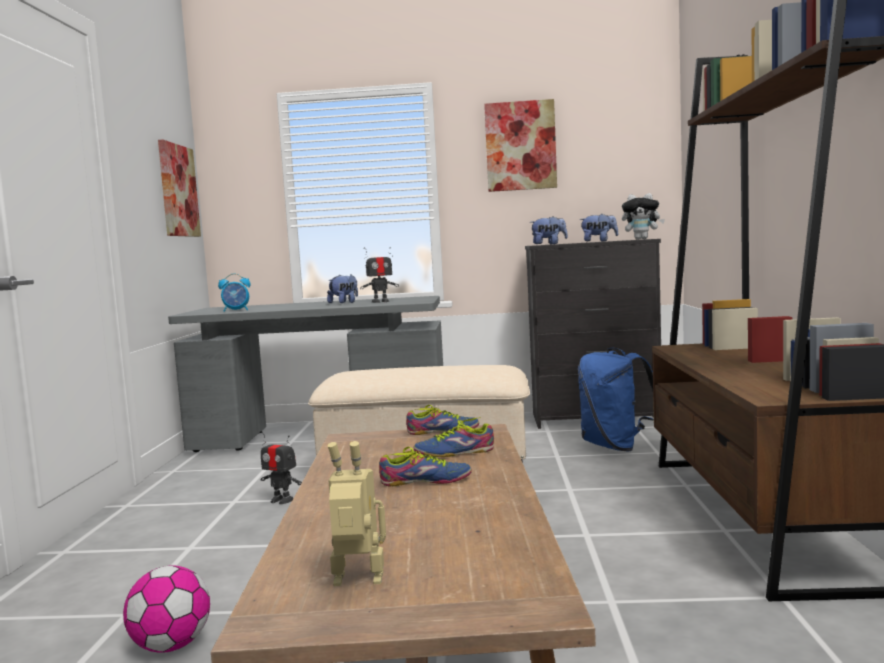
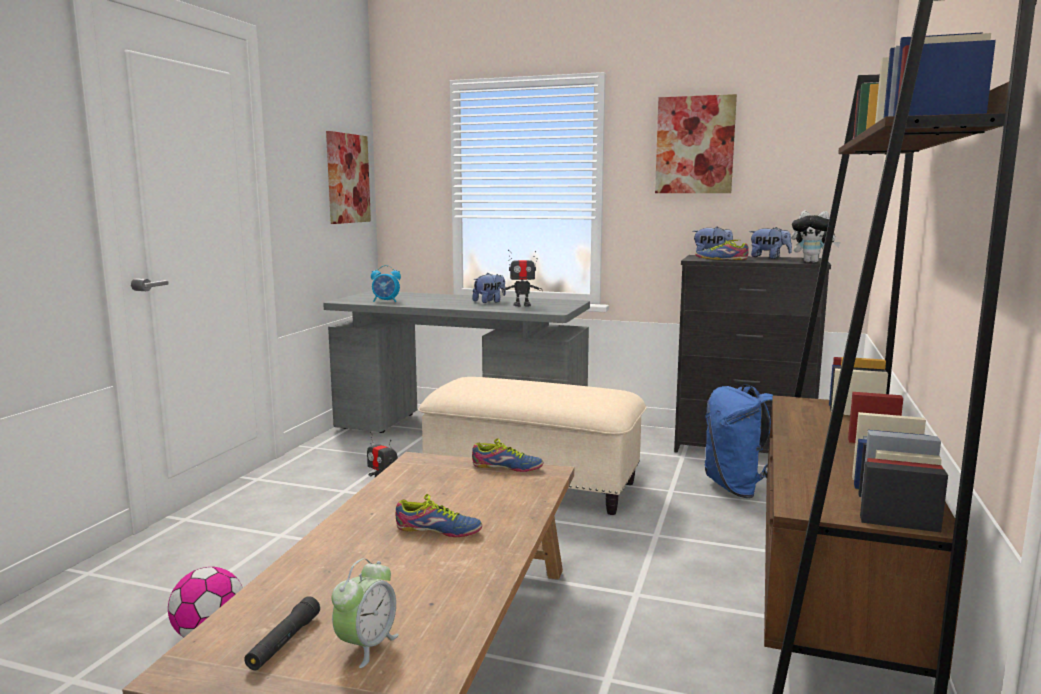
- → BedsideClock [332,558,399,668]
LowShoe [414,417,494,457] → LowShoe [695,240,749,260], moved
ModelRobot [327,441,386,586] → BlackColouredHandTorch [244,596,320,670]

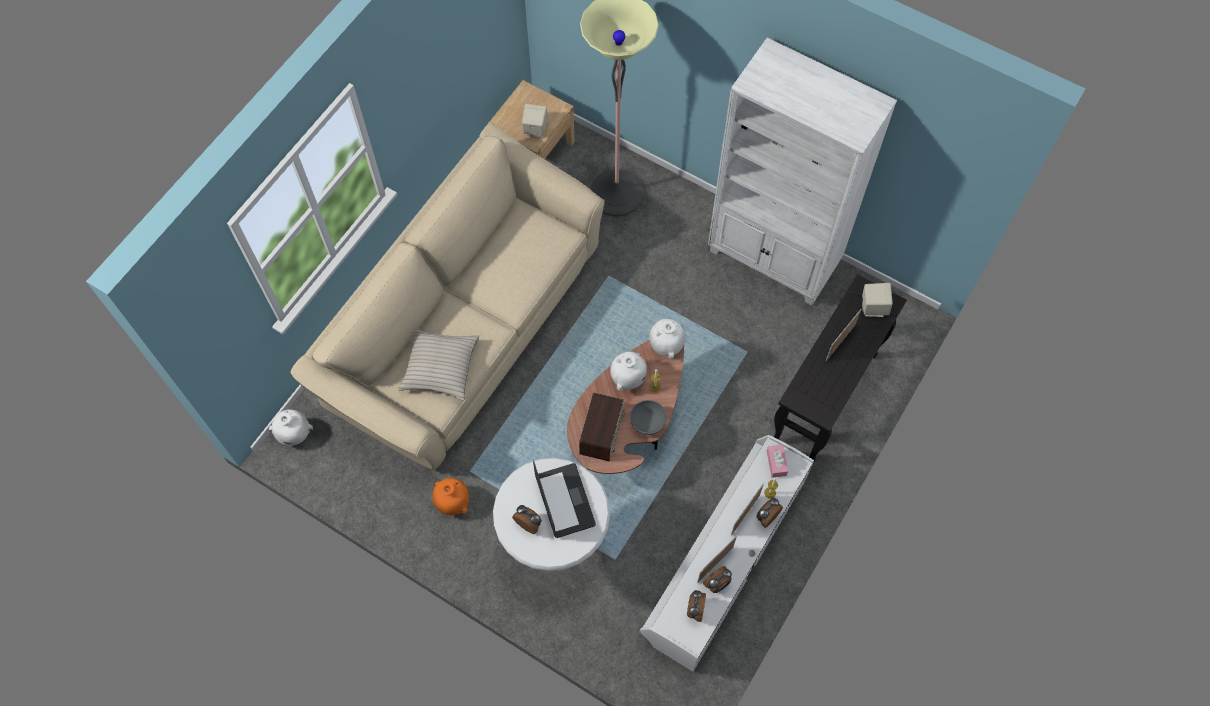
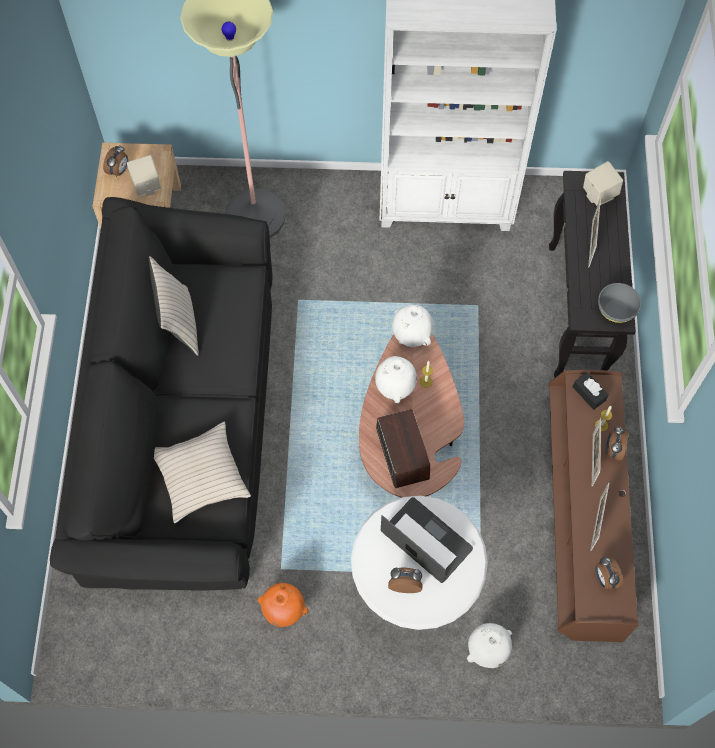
- → SandColouredPillow [149,256,199,356]
WhiteColouredFlowerVase [269,409,313,446] → WhiteColouredFlowerVase [467,623,512,668], moved
GrayDeepDish [630,400,667,435] → GrayDeepDish [598,283,641,323], moved
BedsideClock [703,566,732,593] → BedsideClock [103,145,128,177], moved
SandColouredSettee [291,123,605,471] → BlackColouredSettee [50,197,273,591]
WhiteColouredTvStand [640,435,814,672] → BrownColouredTvStand [549,370,639,642]
PinkTissueHolder [767,445,788,478] → BlackColouredTissueHolder [573,372,609,410]

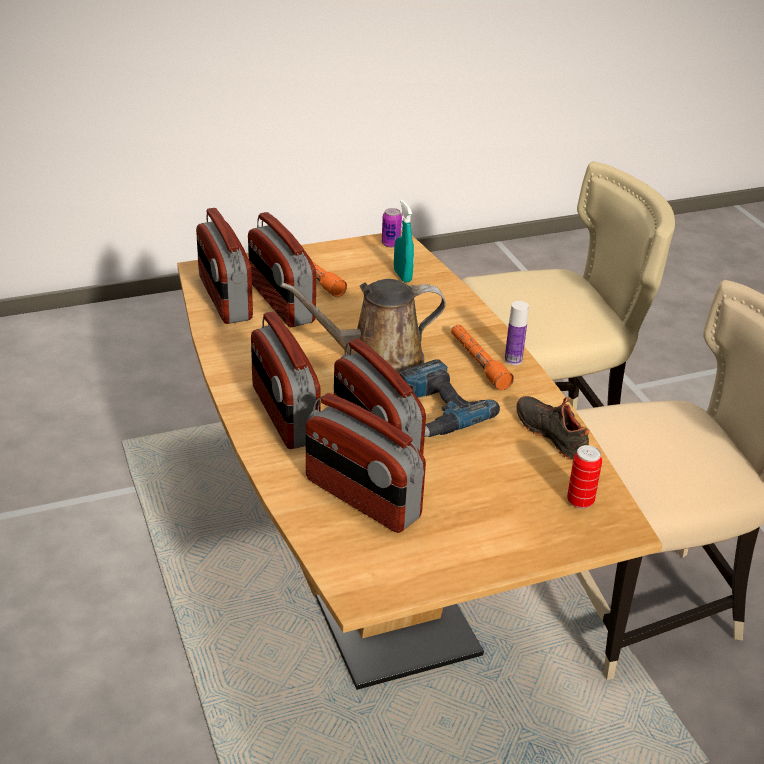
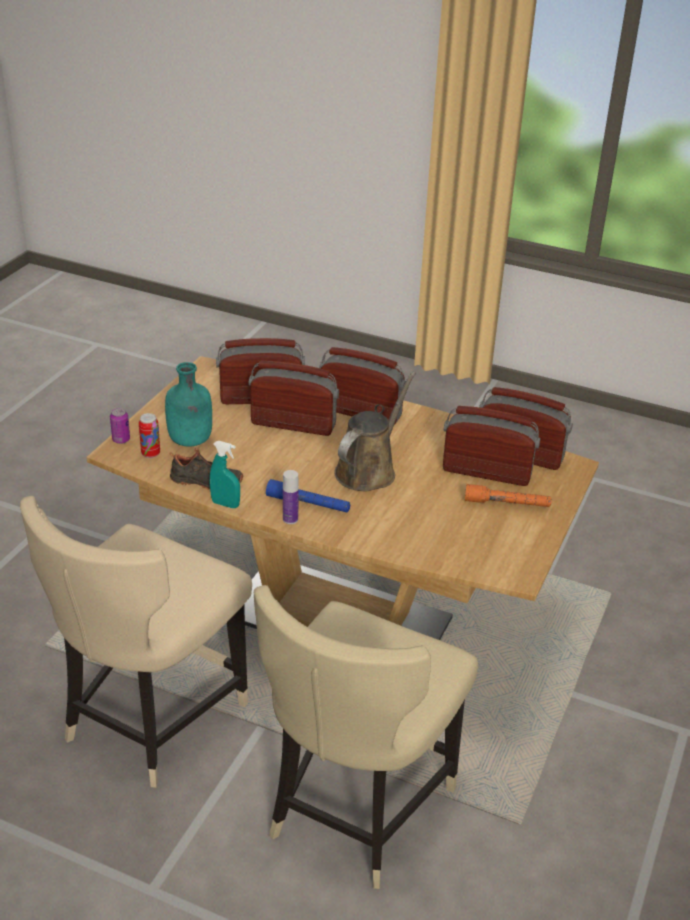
PowerDrill [399,359,500,437] → -
- → BlueGreenBeverageBottle [165,362,212,447]
MetalCan [382,208,402,247] → MetalCan [110,408,130,444], moved
BlueGreenSprayBottle [394,200,414,283] → BlueGreenSprayBottle [210,441,240,508], moved
OrangeHandTorch [451,324,514,391] → BlueColouredHandTorch [266,479,350,512]

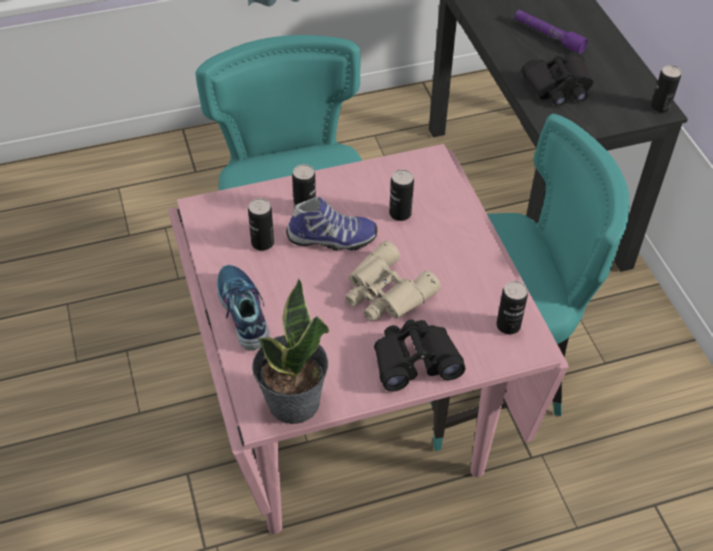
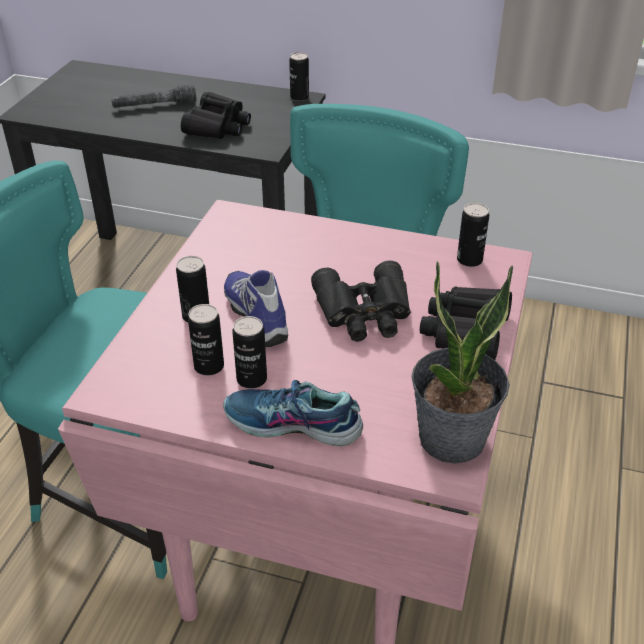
MetalCan [389,169,414,221] → MetalCan [232,316,267,388], moved
SandColouredBinoculars [346,240,441,322] → BlackColouredBinoculars [311,261,411,342]
PurpleHandTorch [515,10,588,54] → GrayHandTorch [111,84,196,108]
LowShoe [286,196,377,251] → LowShoe [224,270,288,347], 60 degrees counterclockwise

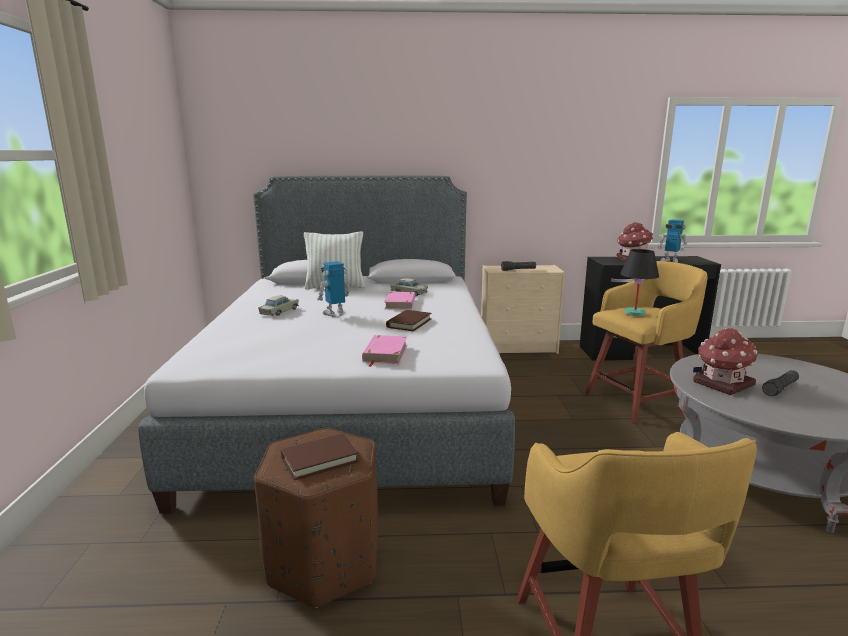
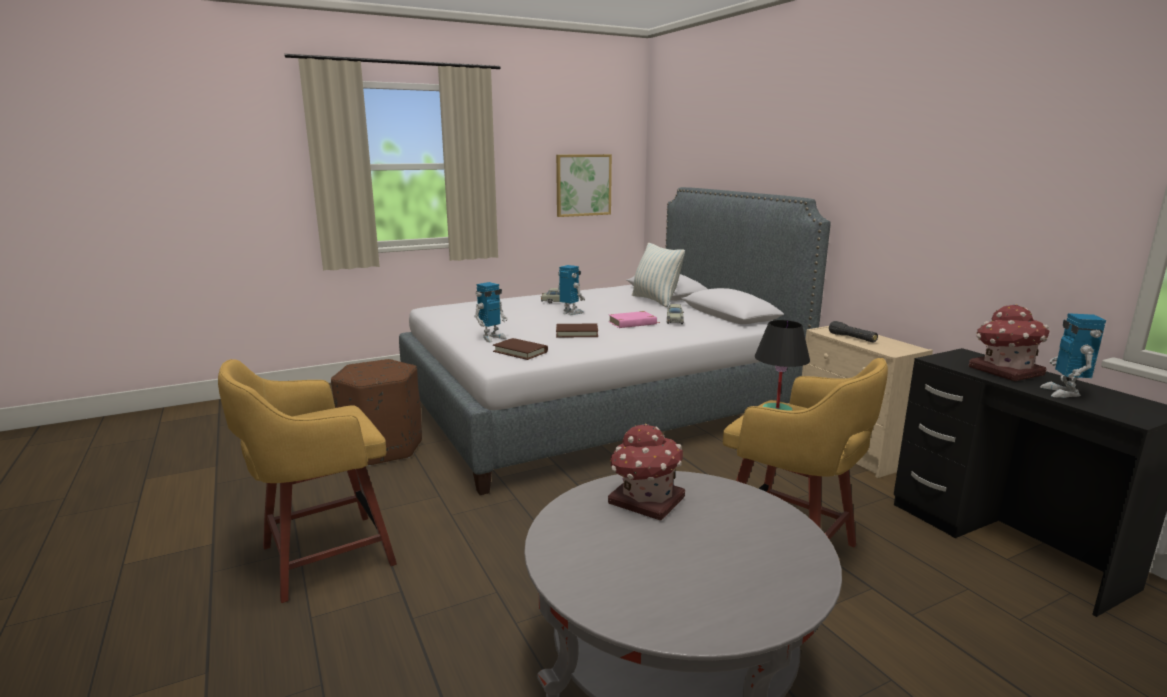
BlackColouredHandTorch [762,370,799,396] → -
- → WallPicture [556,154,612,217]
BrownColouredBook [281,434,359,480] → BrownColouredBook [493,338,548,360], moved
PinkBook [362,335,407,367] → ModelRobot [474,282,507,343]

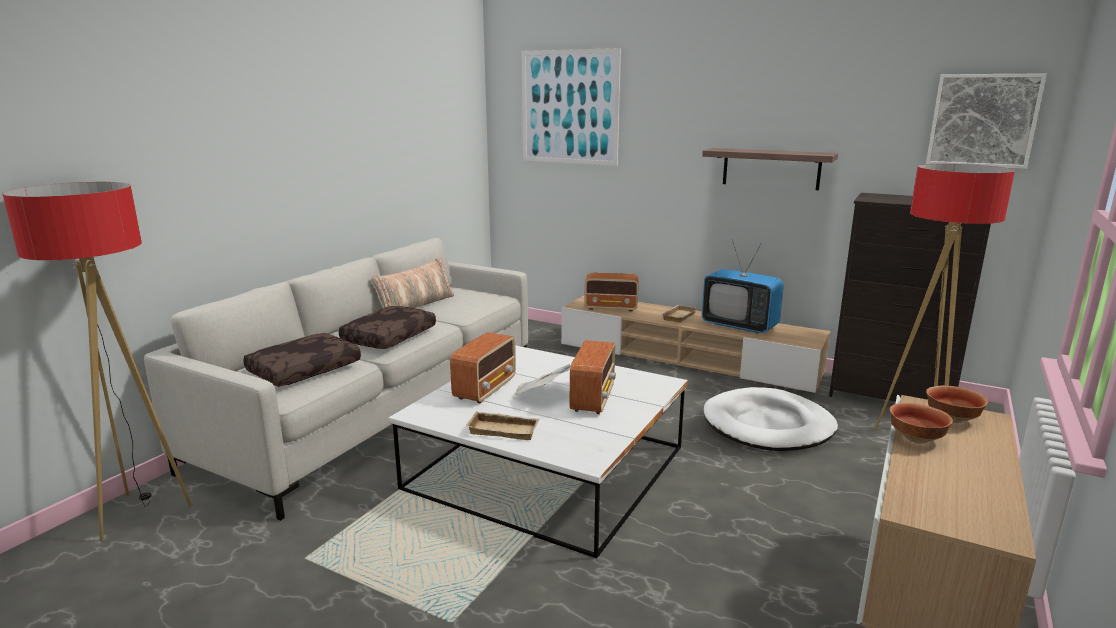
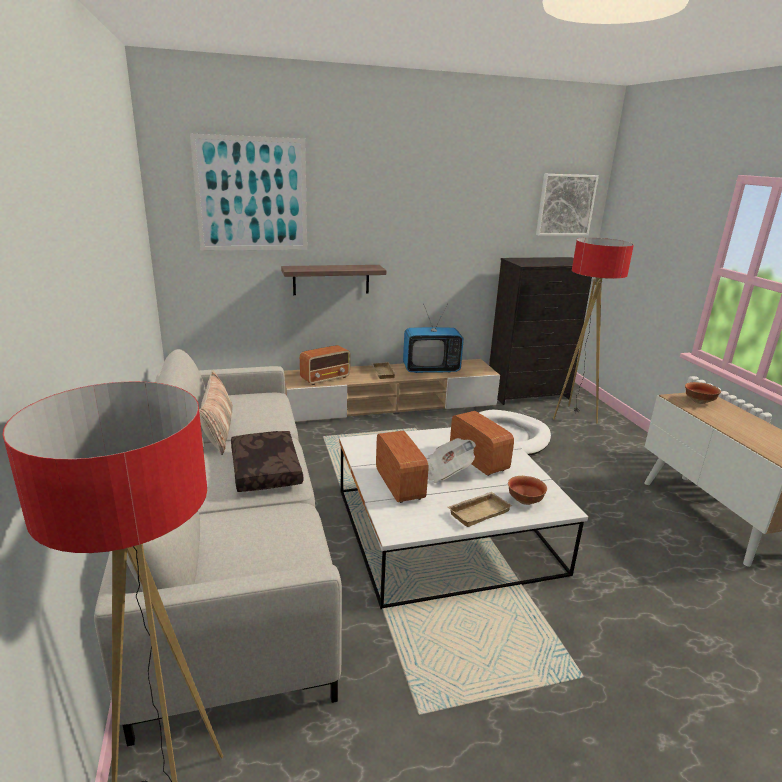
BrownColouredPillow [243,333,361,387] → -
BracketShelf [702,148,838,190] → BracketShelf [281,265,386,295], moved
DeepDish [890,403,953,443] → DeepDish [508,476,547,505], moved

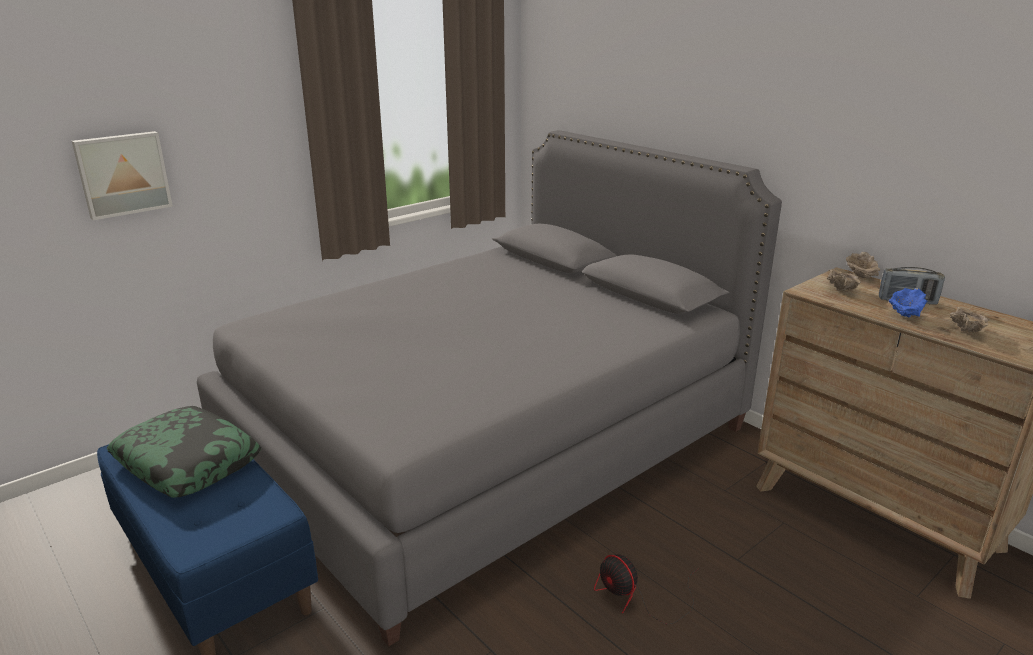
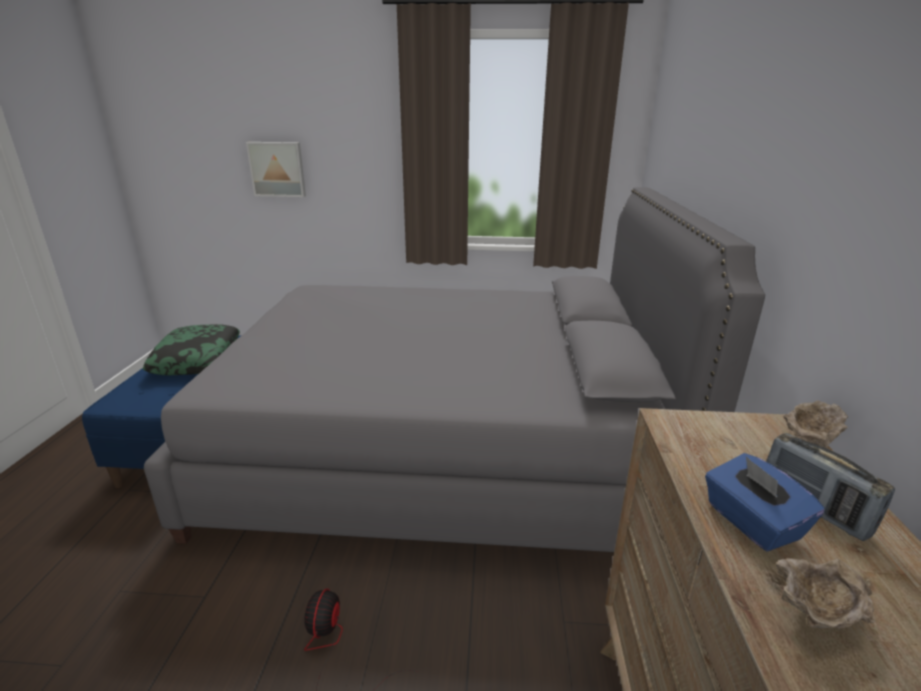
SandColouredDeepDish [827,269,861,290] → -
BlueColouredDeepDish [889,288,927,317] → BlueColouredTissueHolder [705,453,825,552]

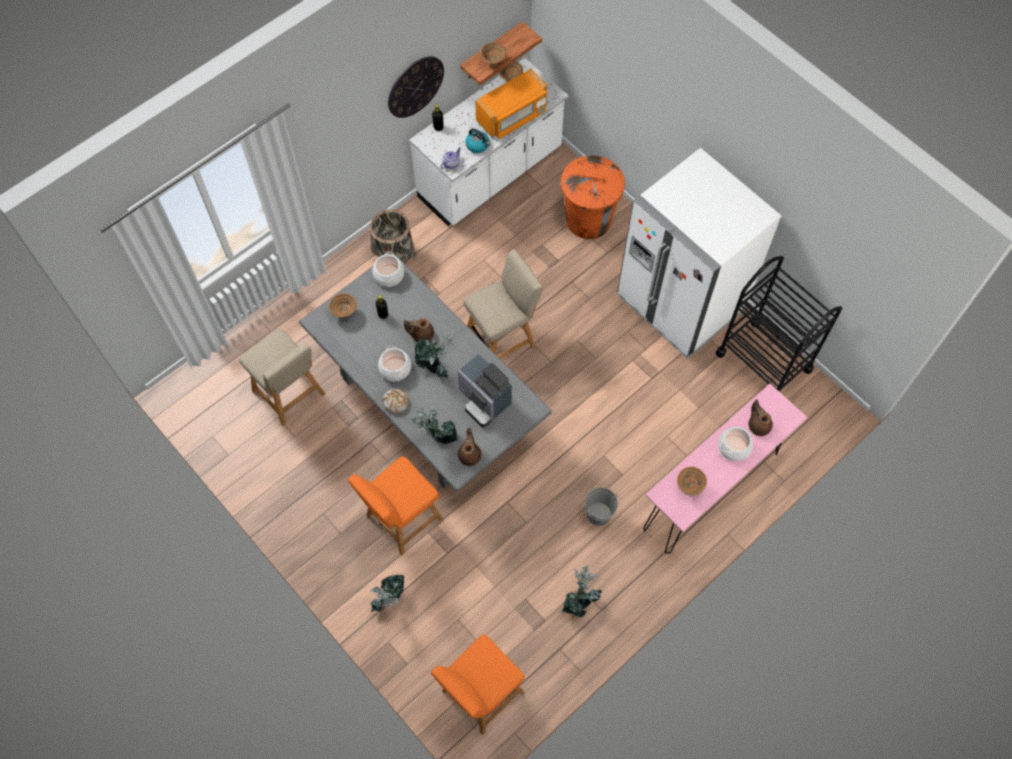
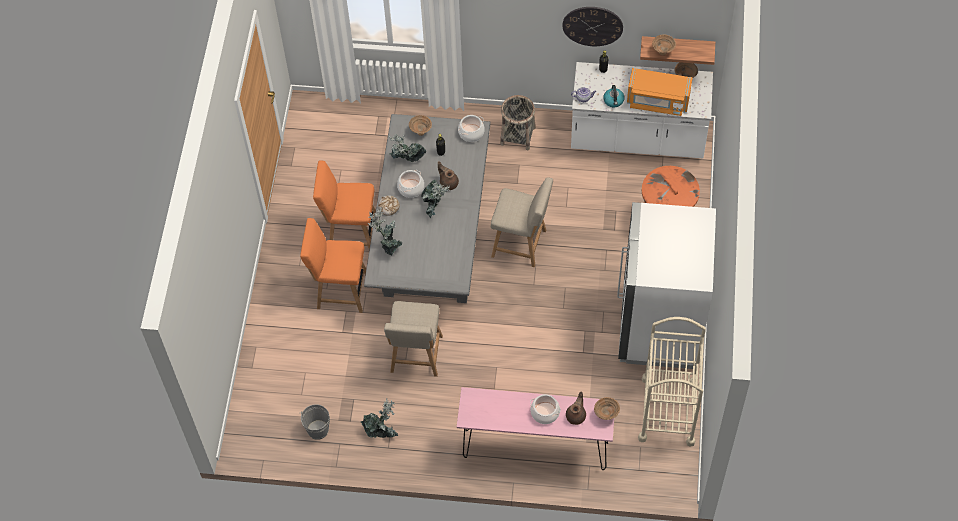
CoffeeMaker [457,354,512,427] → -
BrownColouredTeapot [458,428,481,466] → -
SandColouredPlainChair [239,328,325,426] → SandColouredPlainChair [384,301,443,377], moved
PlantInAPot [370,575,404,612] → PlantInAPot [389,134,426,162], moved
OrangePlainChair [431,634,525,735] → OrangePlainChair [313,160,376,249], moved
GrayBucket [585,488,619,526] → GrayBucket [300,404,330,440], moved
BrownColouredDeepDish [677,467,707,496] → BrownColouredDeepDish [594,397,620,420], moved
BlackColouredTrolley [716,256,843,392] → SandColouredTrolley [638,317,706,447]

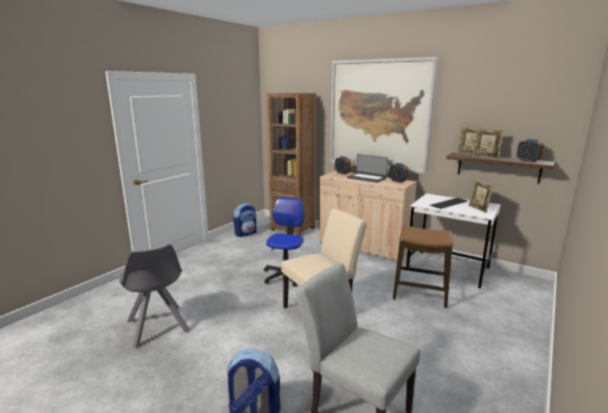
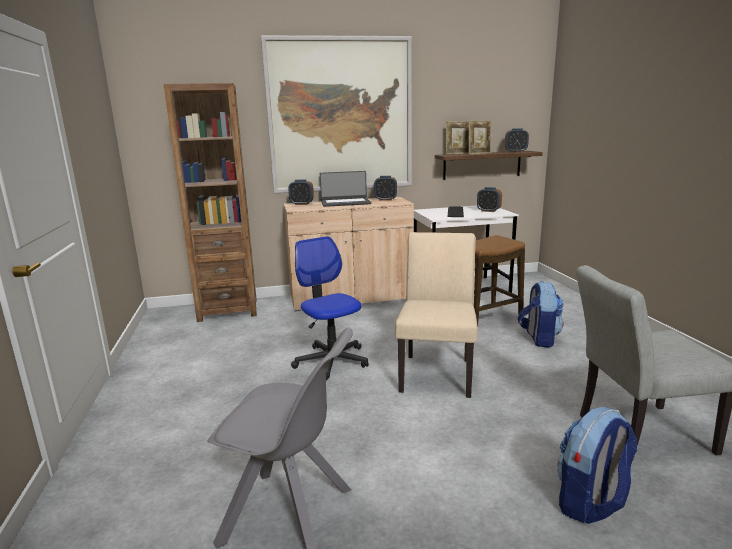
Rucksack [233,203,257,237] → Rucksack [518,281,563,348], moved
StandingFrame [468,179,493,213] → BedsideClock [477,187,502,212]

